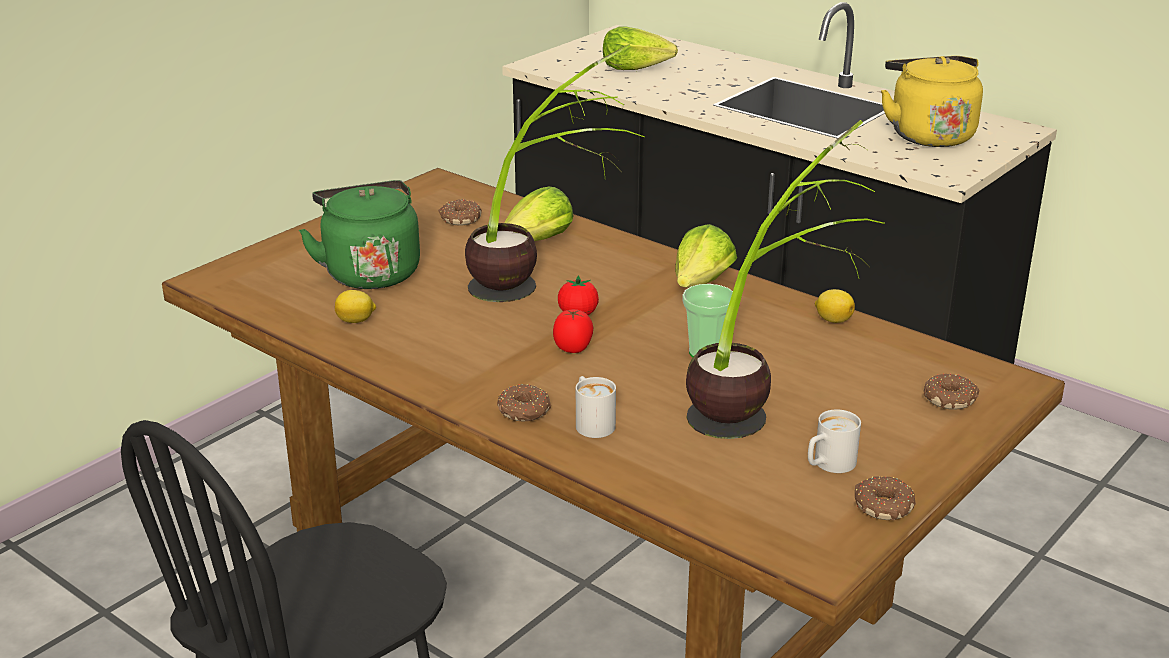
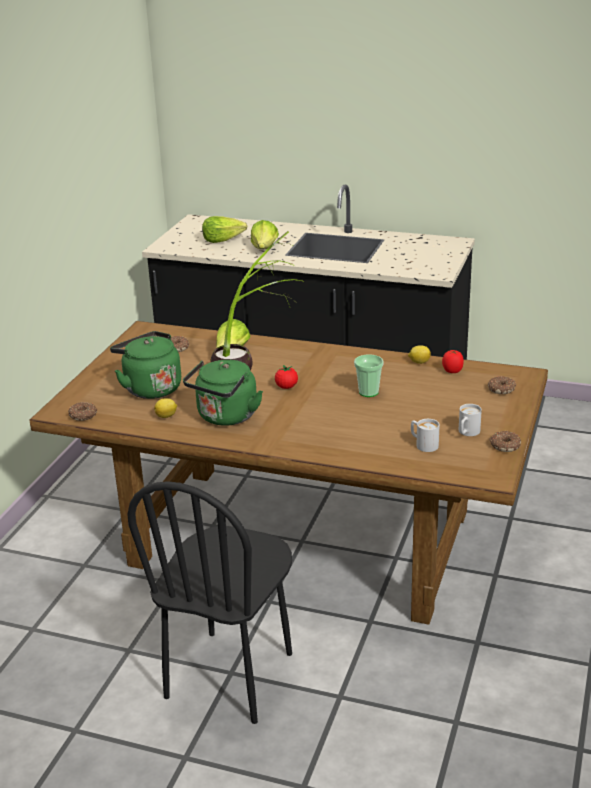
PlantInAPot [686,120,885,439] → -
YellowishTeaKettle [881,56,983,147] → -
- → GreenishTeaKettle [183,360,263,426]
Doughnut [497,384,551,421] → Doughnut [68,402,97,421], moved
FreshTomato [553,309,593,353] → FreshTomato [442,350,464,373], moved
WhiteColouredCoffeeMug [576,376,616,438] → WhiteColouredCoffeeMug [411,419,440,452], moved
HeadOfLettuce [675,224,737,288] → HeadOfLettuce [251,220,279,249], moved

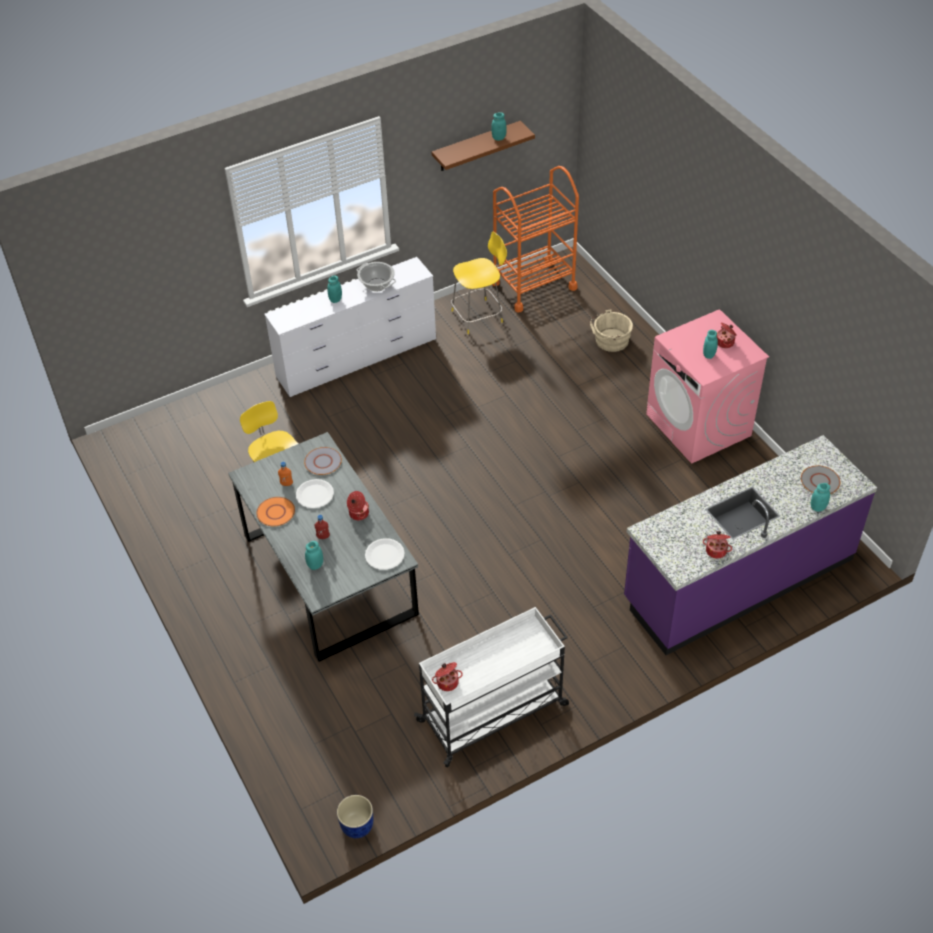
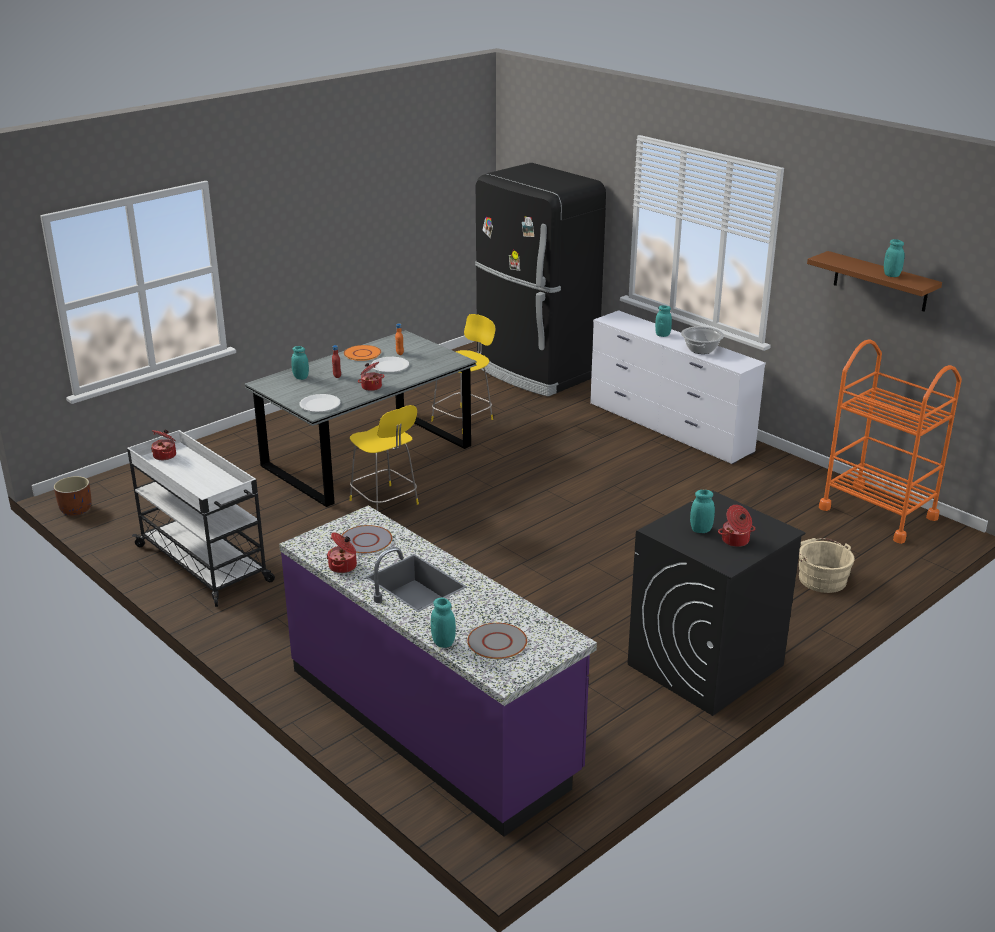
- → BlackColouredRefrigerator [475,163,606,396]
GrayPlate [304,447,342,475] → GrayPlate [342,525,392,554], moved
YellowishPlainChair [451,232,507,334] → YellowishPlainChair [350,405,419,511], moved
BlueColouredPlanter [337,795,373,838] → BrownColouredPlanter [54,476,91,516]
PinkWashingMachine [646,309,769,464] → BlackColouredWashingMachine [628,490,806,716]

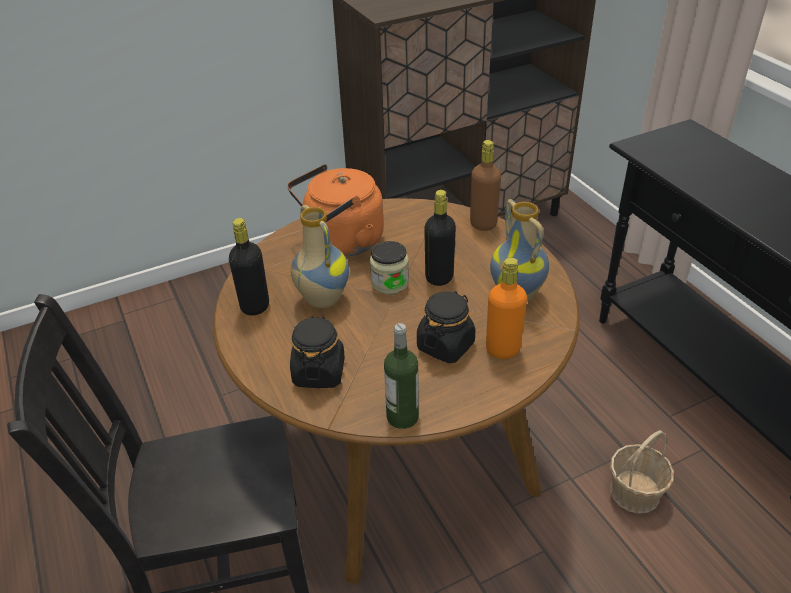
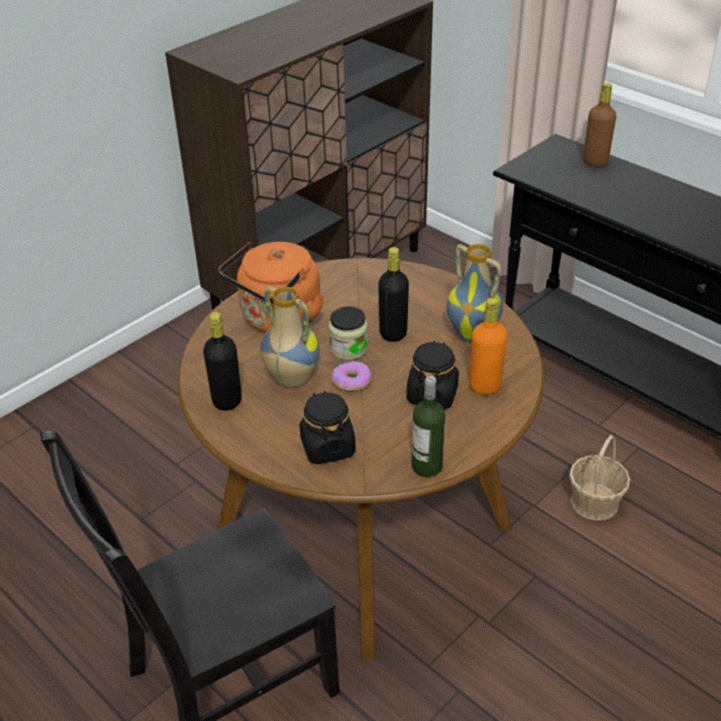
- → Doughnut [332,361,371,391]
BrownColouredBeverageBottle [470,140,501,231] → BrownColouredBeverageBottle [583,83,616,167], moved

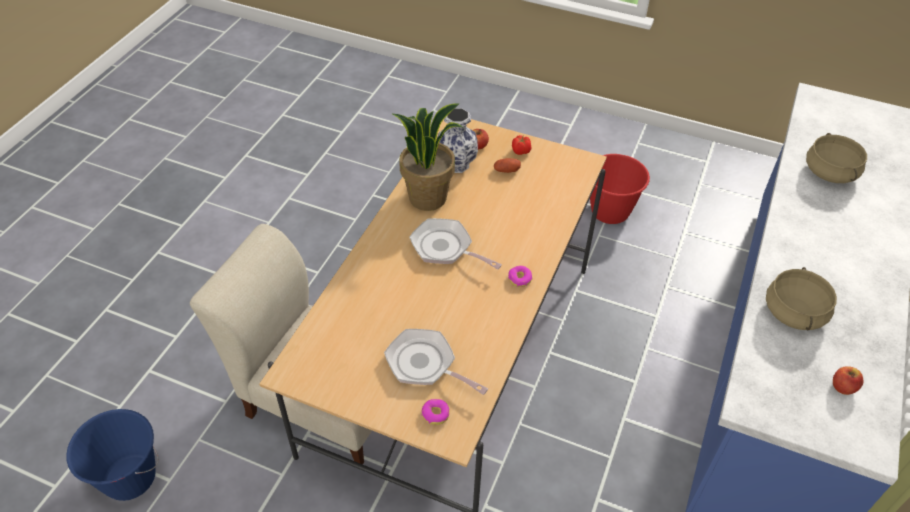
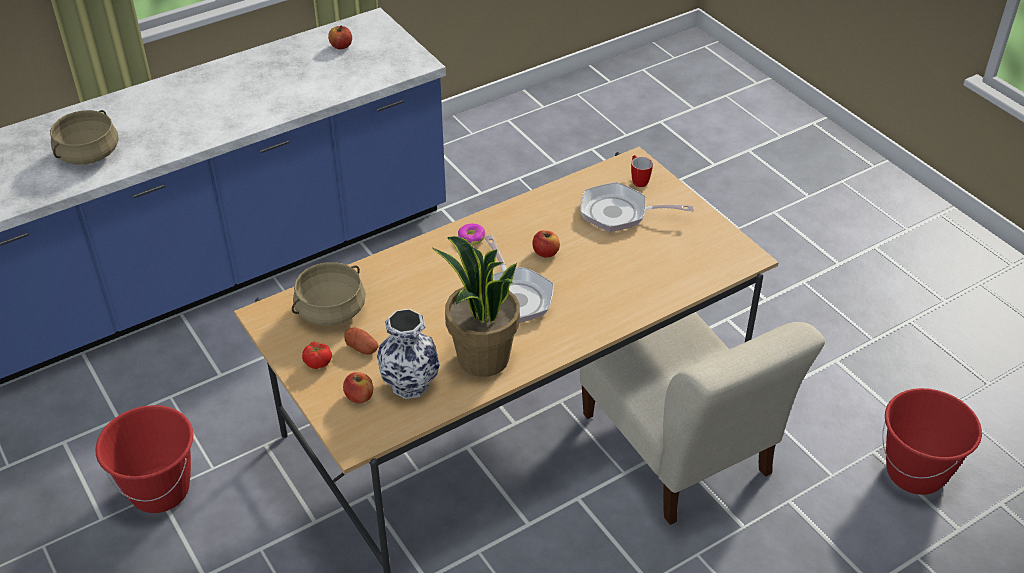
- → AppleFruit [532,230,560,258]
SandColouredCookingPot [766,267,837,330] → SandColouredCookingPot [292,262,366,326], moved
Doughnut [422,399,450,425] → CoffeeMug [631,155,653,187]
BlueColouredBucket [66,409,159,501] → ReddishBucket [882,388,982,495]
Skillet [384,329,488,395] → Skillet [580,182,694,232], 120 degrees clockwise

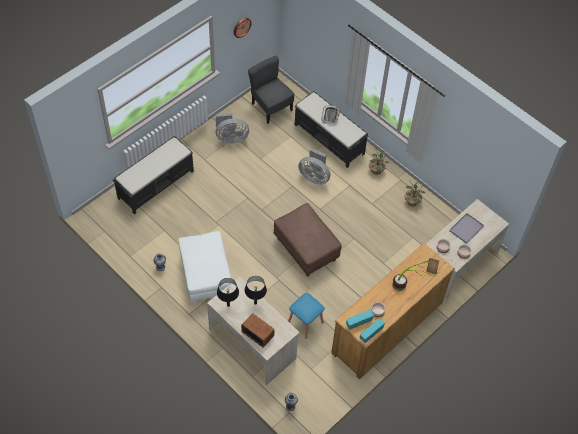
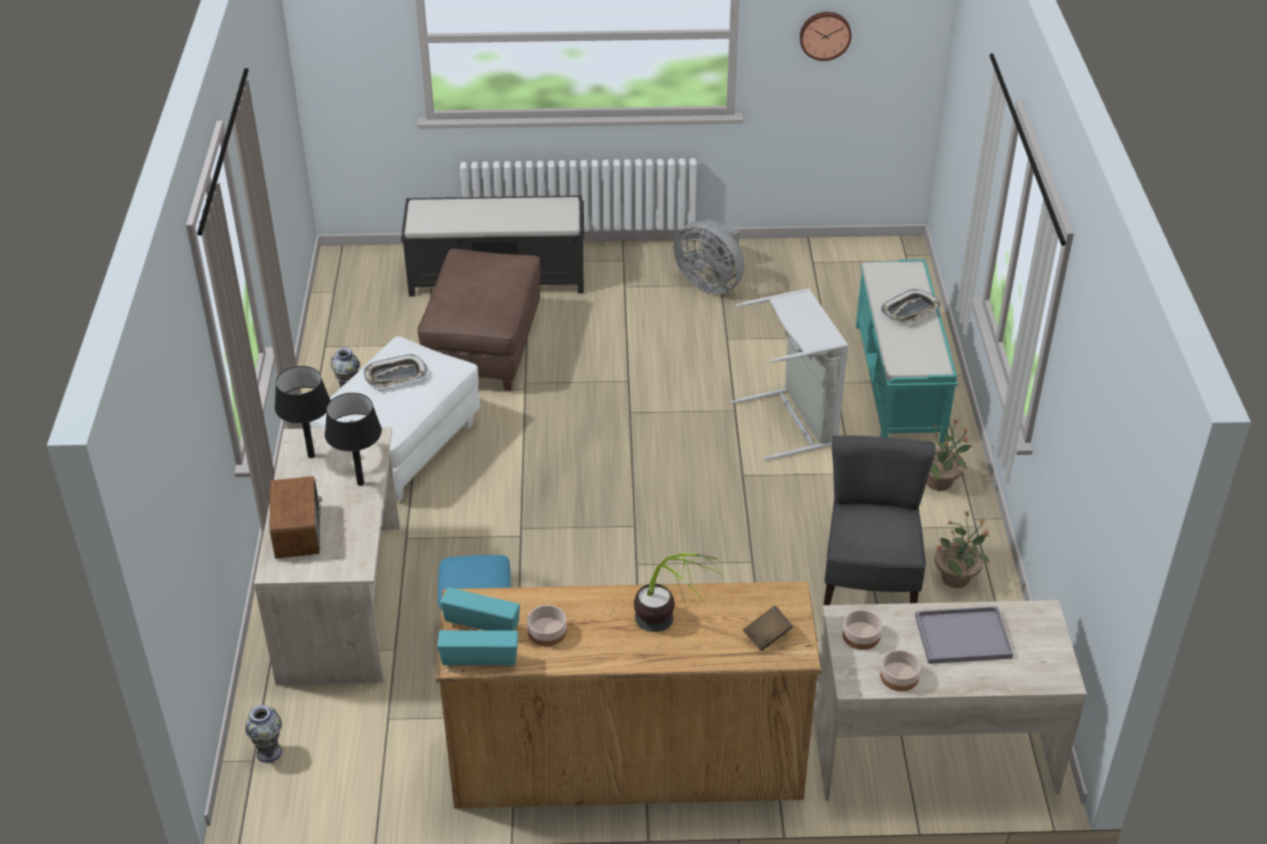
- → ServingTray [364,354,428,388]
GrayPlainChair [248,56,294,124] → GrayPlainChair [824,435,936,605], moved
BrownColouredPouffe [274,203,342,277] → BrownColouredPouffe [417,249,540,391], moved
GrayCoolingFan [298,148,330,185] → GrayWashingBasket [731,288,848,460]
BlackColouredLongSeat [295,91,369,168] → BlueGreenLongSeat [856,259,958,443]

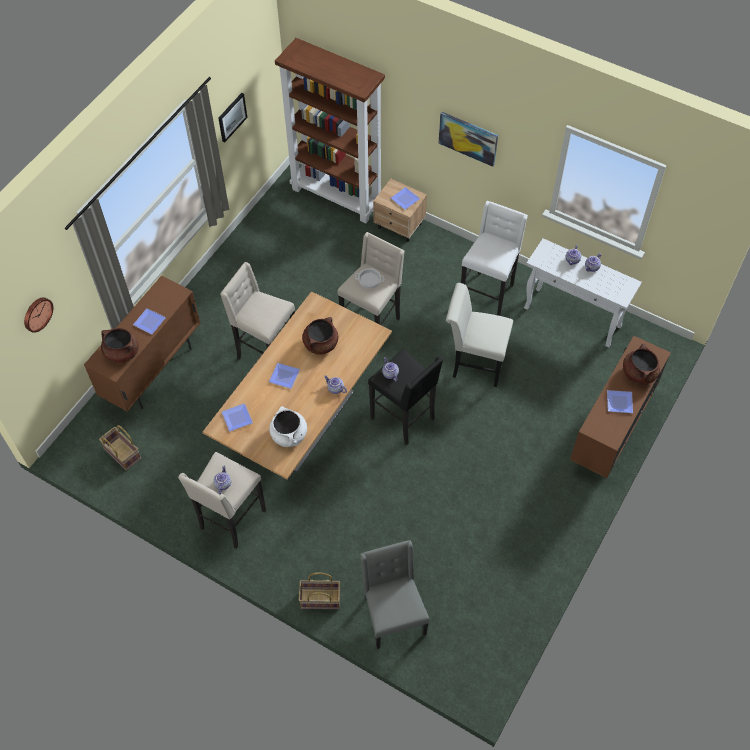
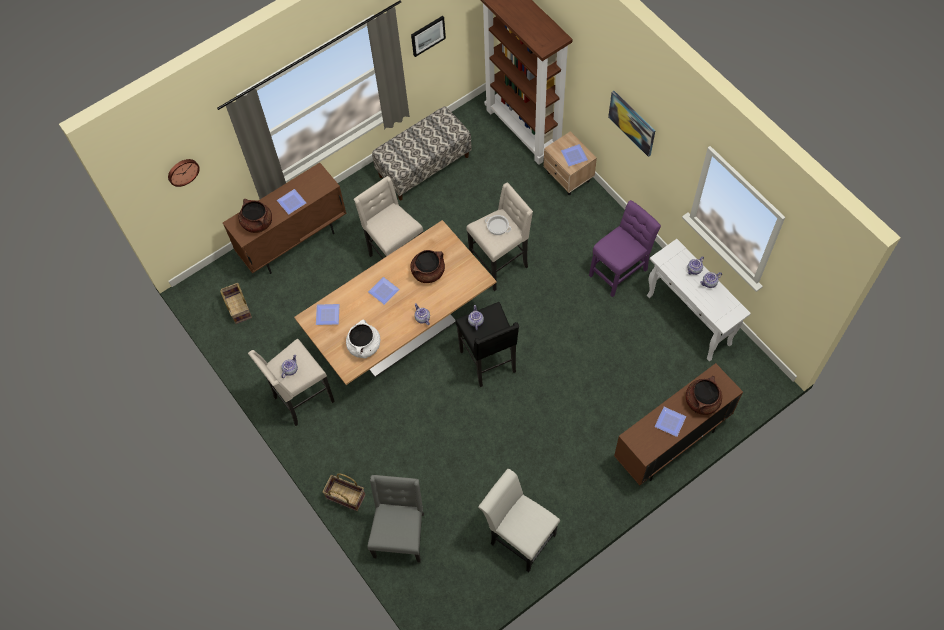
- → LongSeat [372,106,472,201]
WhiteColouredPlainChair [446,283,513,387] → WhiteColouredPlainChair [478,469,560,572], moved
WhiteColouredStool [461,201,528,316] → PurplePlainChair [589,200,661,297]

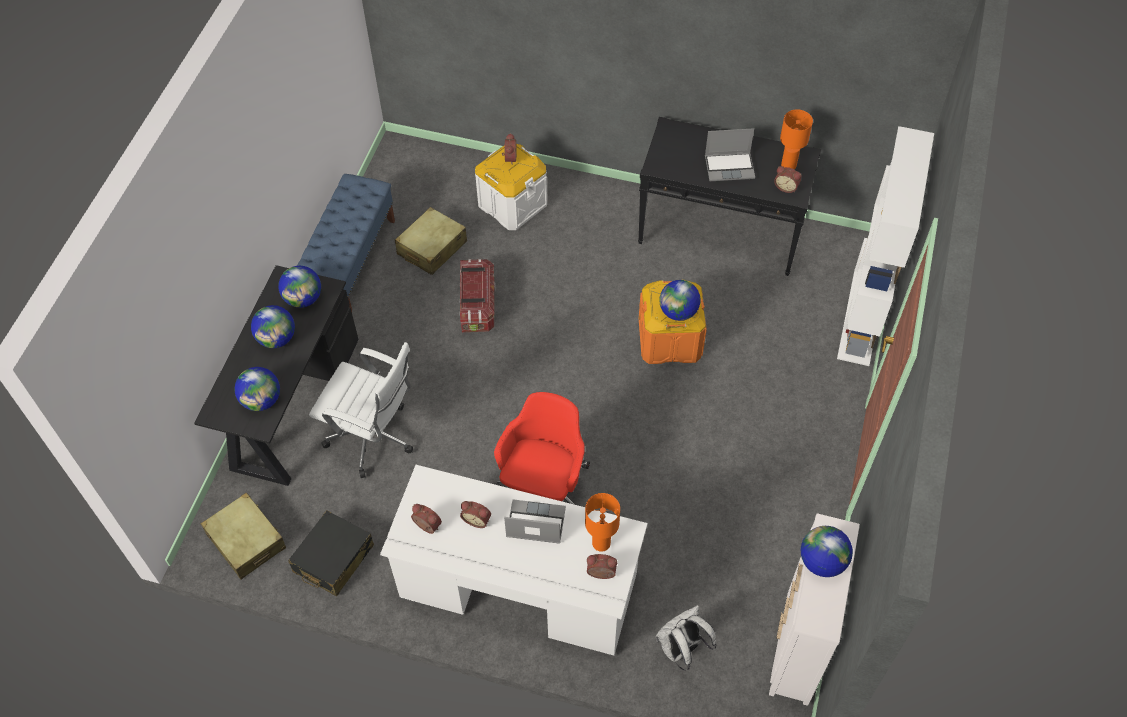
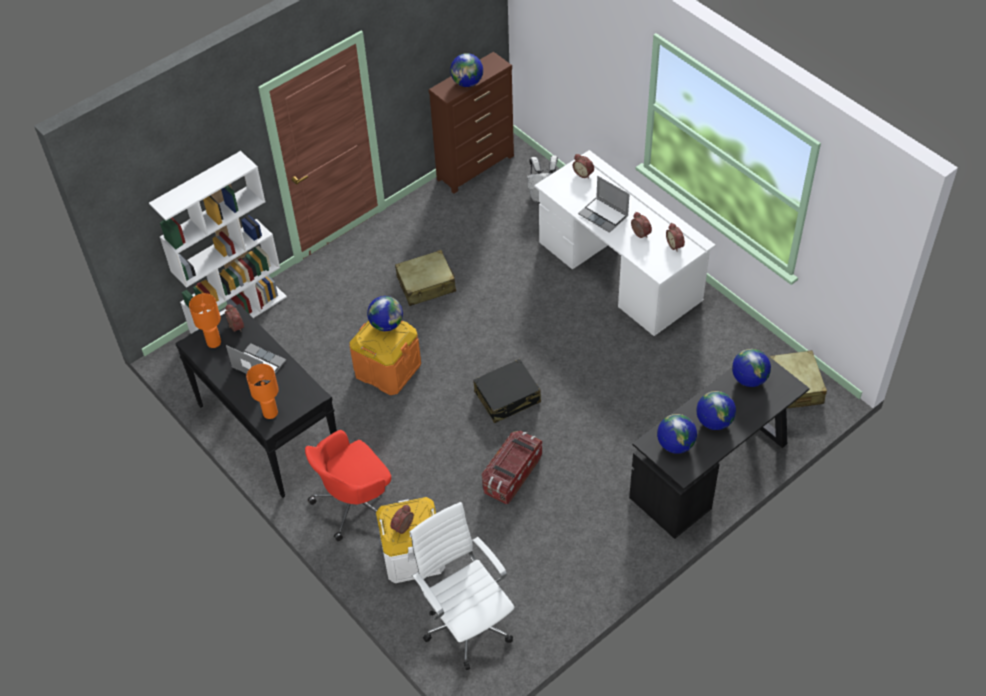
BlueColouredLongSeat [297,174,395,312] → -
BlackColouredPieceOfLuggage [288,510,374,596] → BlackColouredPieceOfLuggage [473,359,541,423], moved
WhiteColouredDeskChair [309,342,413,478] → WhiteColouredDeskChair [410,502,514,670], moved
SandColouredPieceOfLuggage [395,207,467,275] → SandColouredPieceOfLuggage [395,250,456,306], moved
ReddishDeskChair [494,392,590,505] → ReddishDeskChair [305,430,391,541], moved
OrangeLampForATable [585,493,620,552] → OrangeLampForATable [246,364,279,419], moved
WhiteColouredDresser [769,513,860,706] → BrownColouredDresser [429,52,514,194]

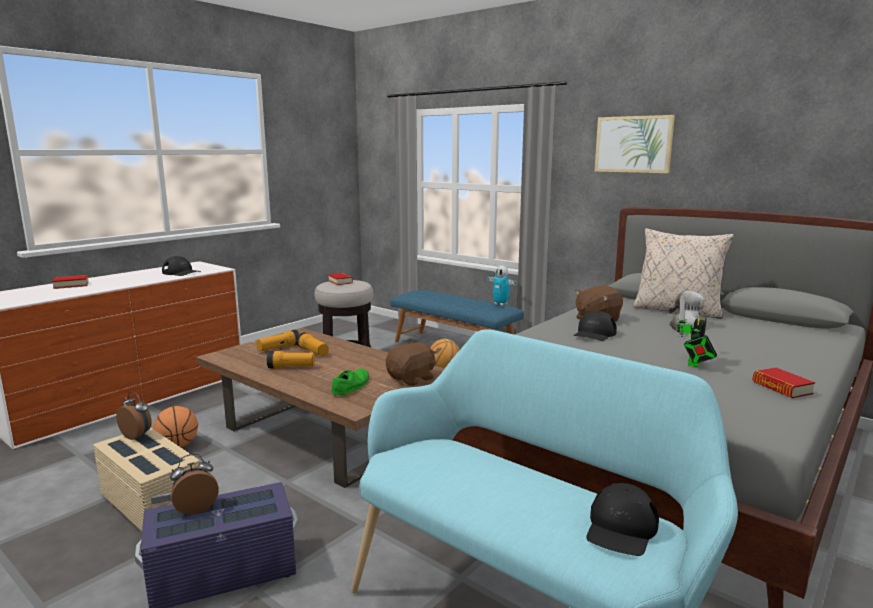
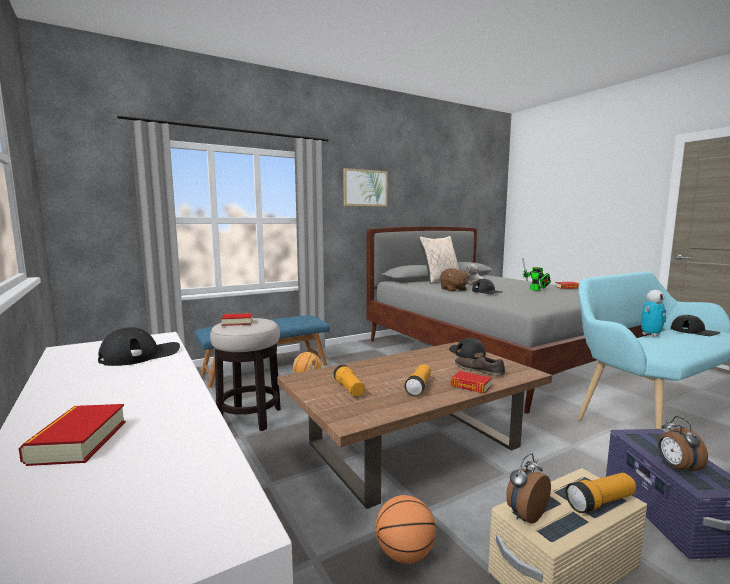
- → Book [451,371,492,394]
HandTorch [296,332,329,356] → HandTorch [565,473,636,513], moved
ModelRobot [487,266,517,306] → ModelRobot [641,290,666,337], moved
BrownColouredPlushToy [386,342,436,386] → BlackColouredBaseballCap [449,338,486,359]
GreenishLowShoe [332,369,369,395] → BrownColouredLowShoe [455,356,505,376]

